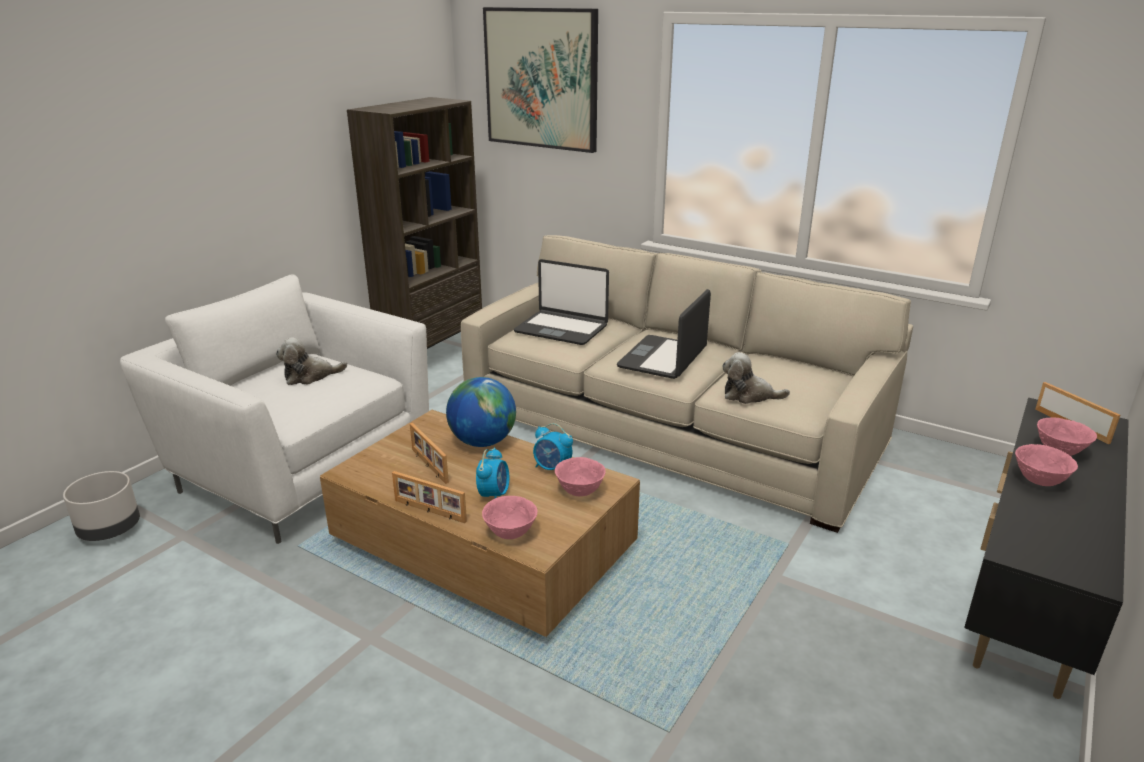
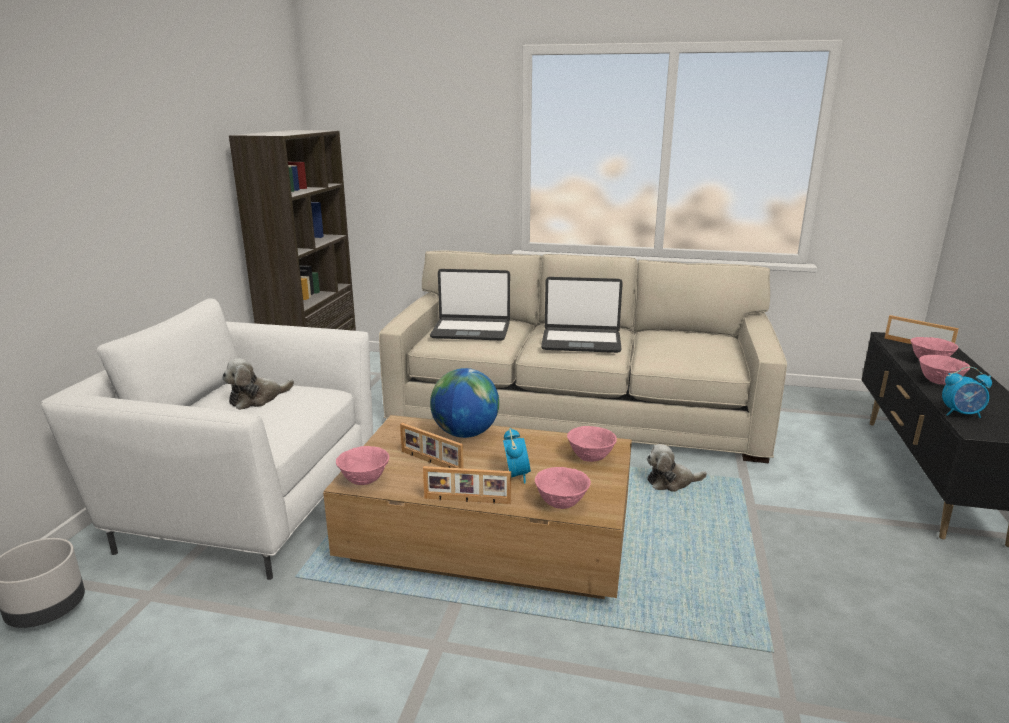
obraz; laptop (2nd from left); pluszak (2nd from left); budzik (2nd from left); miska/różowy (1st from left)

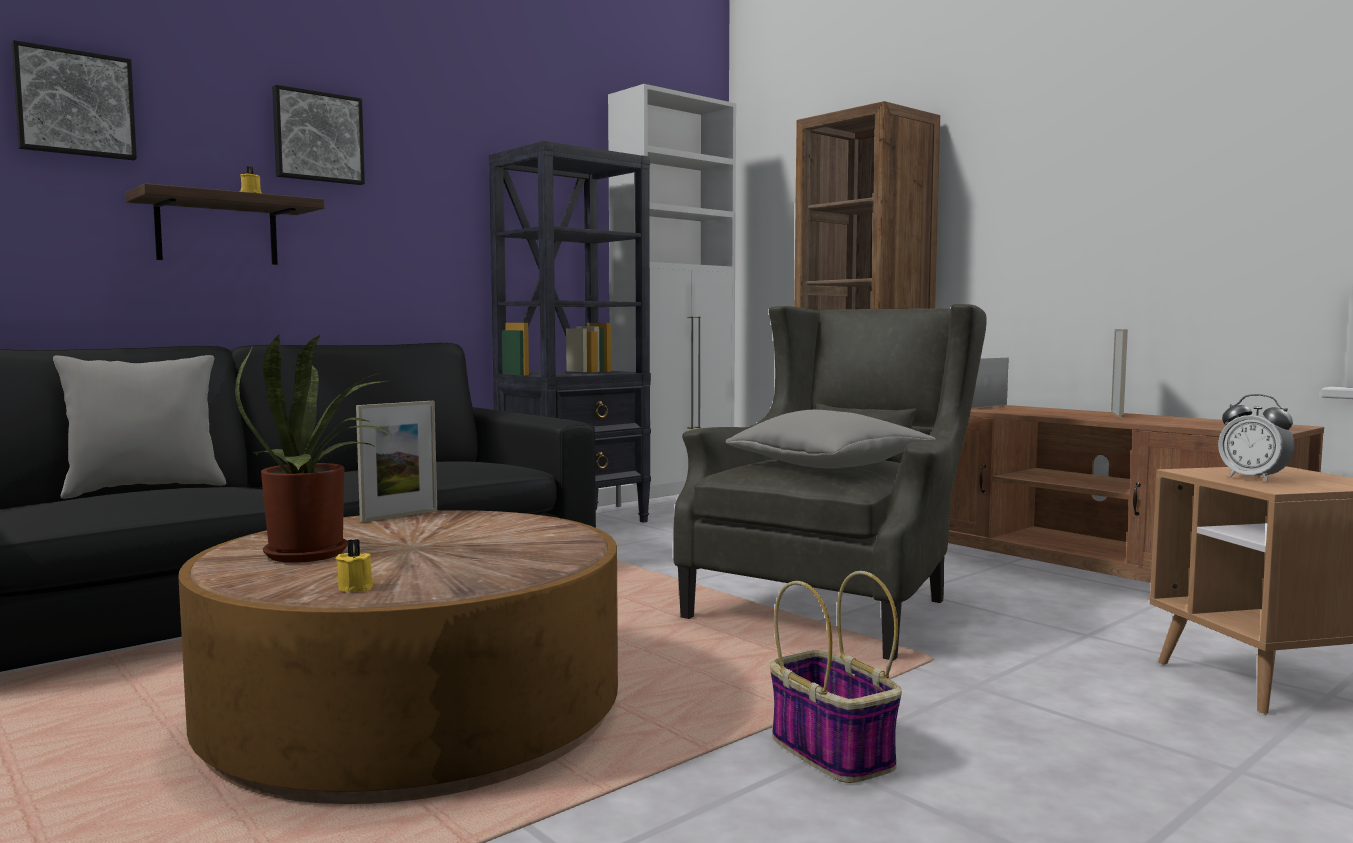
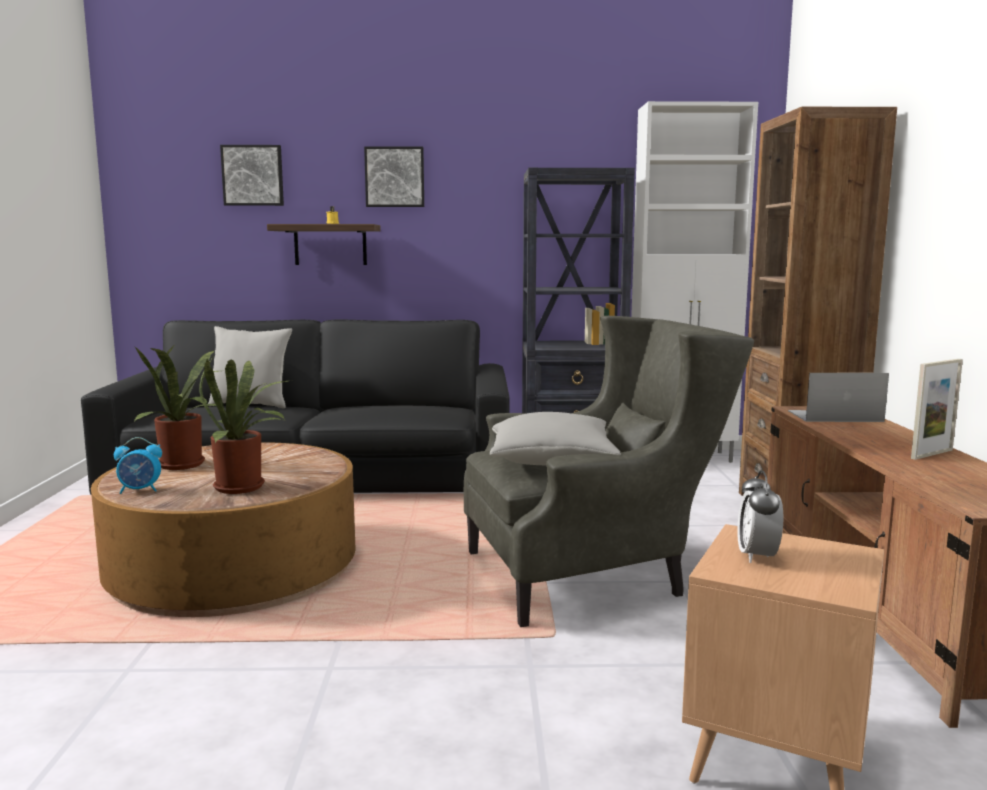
ramka na zdjęcie (1st from left in the first image); budzik (1st from left); koszyk; roślina doniczkowa (2nd from left)

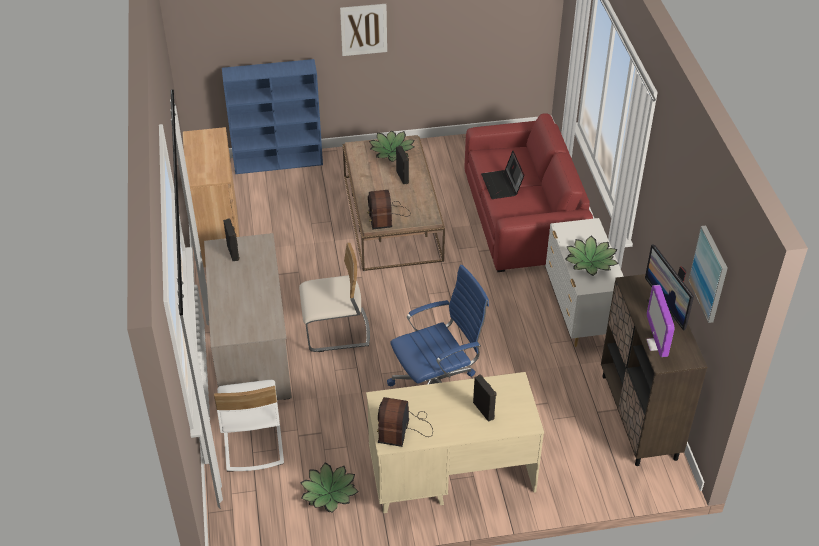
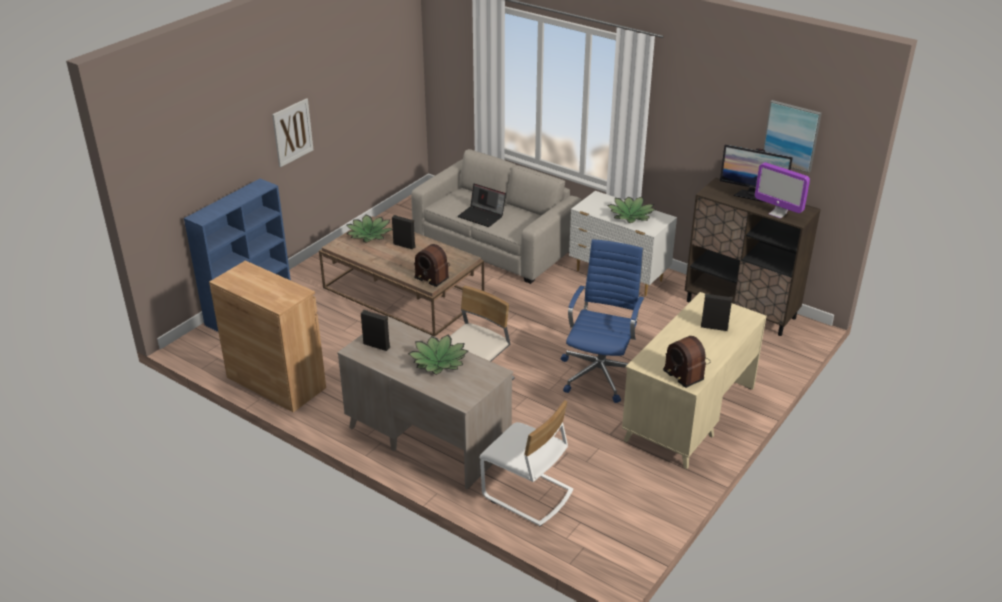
kanapa/beżowy; roślina doniczkowa (2nd from left)

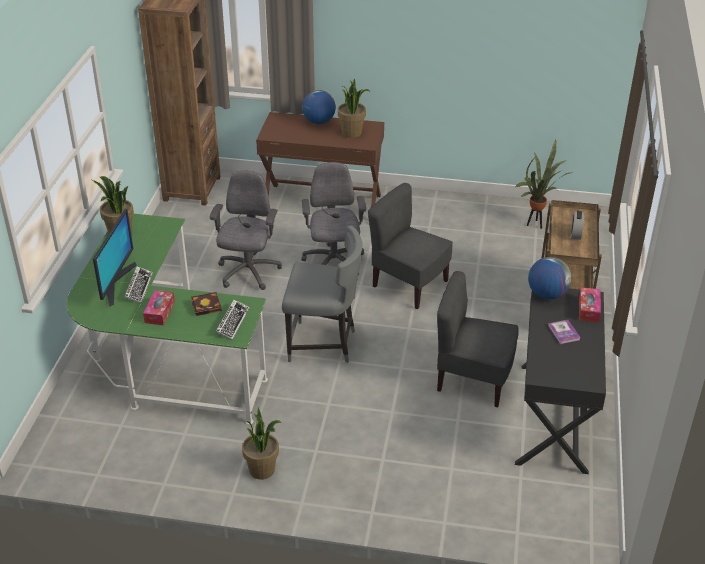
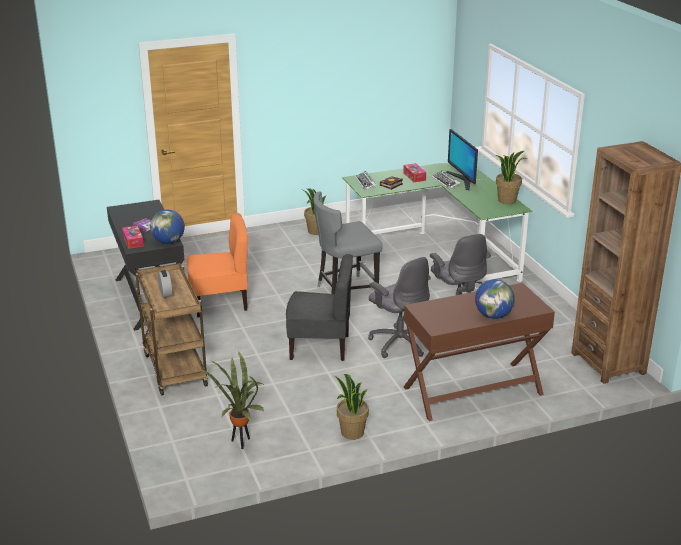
roślina doniczkowa (3rd from left); krzesło/pomarańczowy

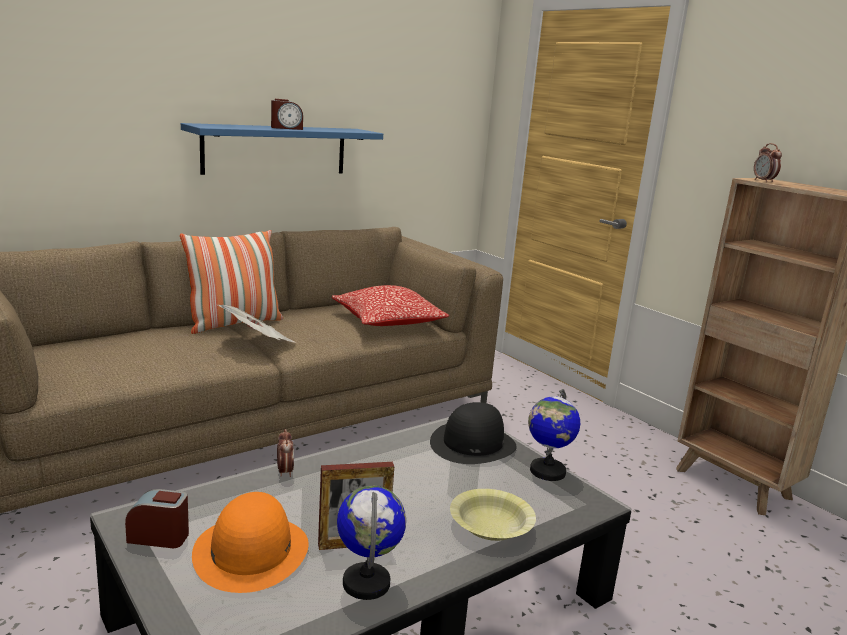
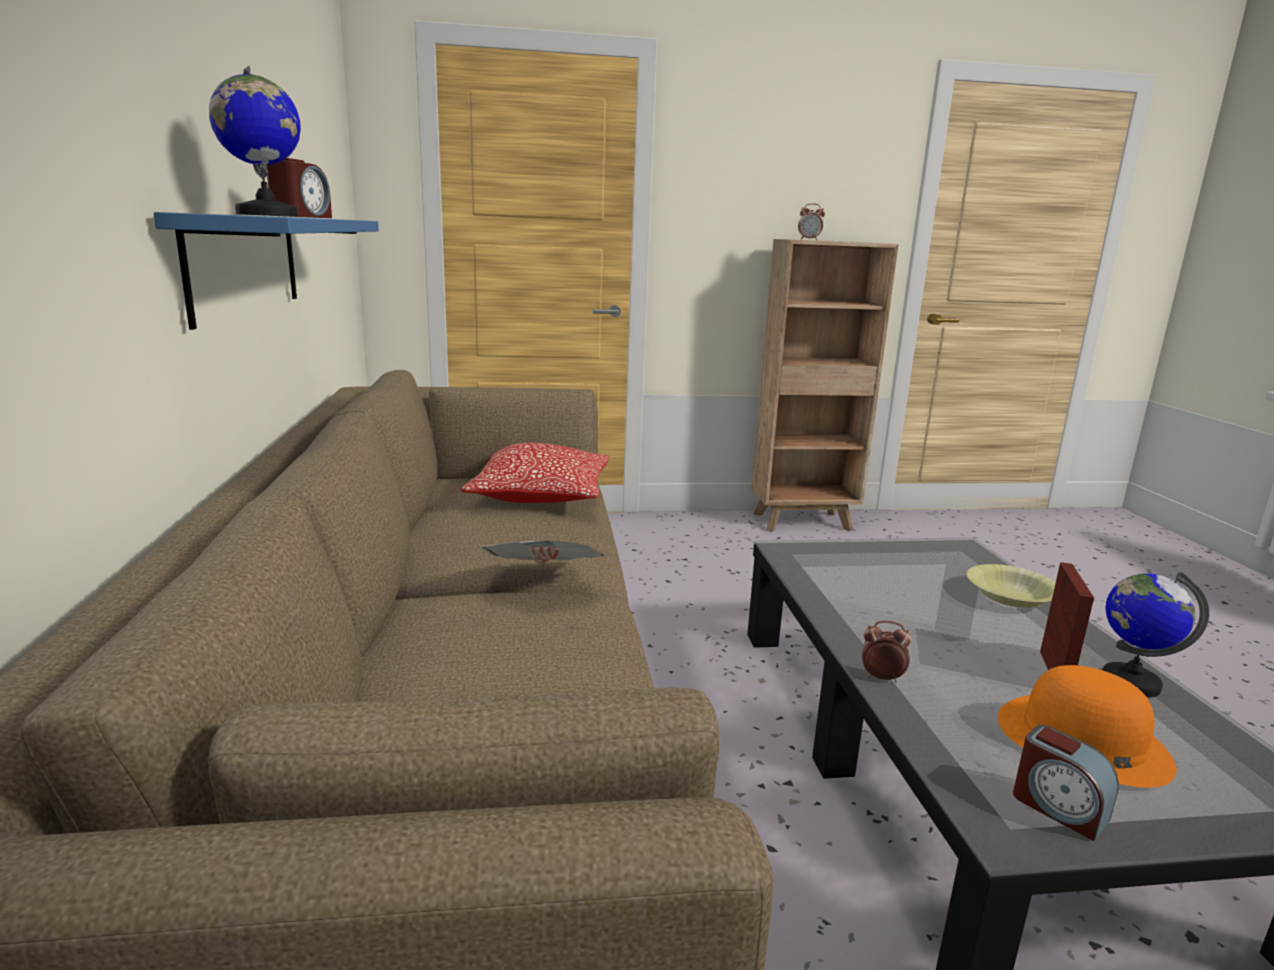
poduszka (1st from left in the first image); globus (1st from left); kapelusz/czarny; budzik (4th from left)

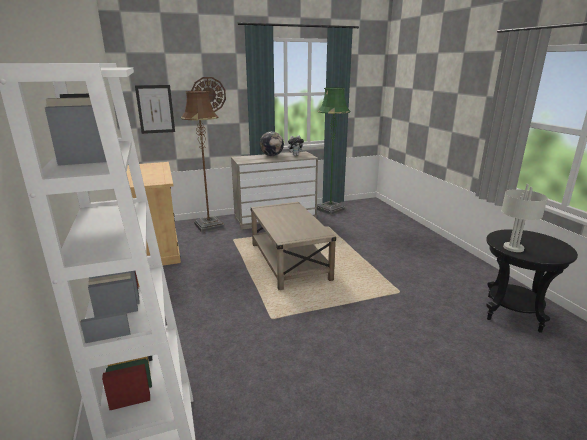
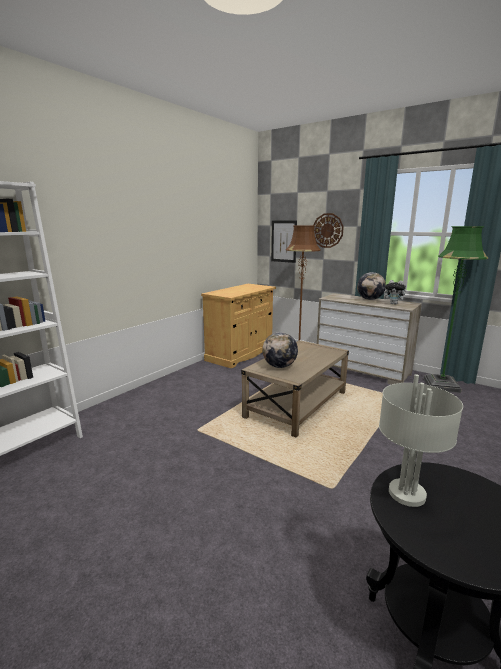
globus (1st from left)

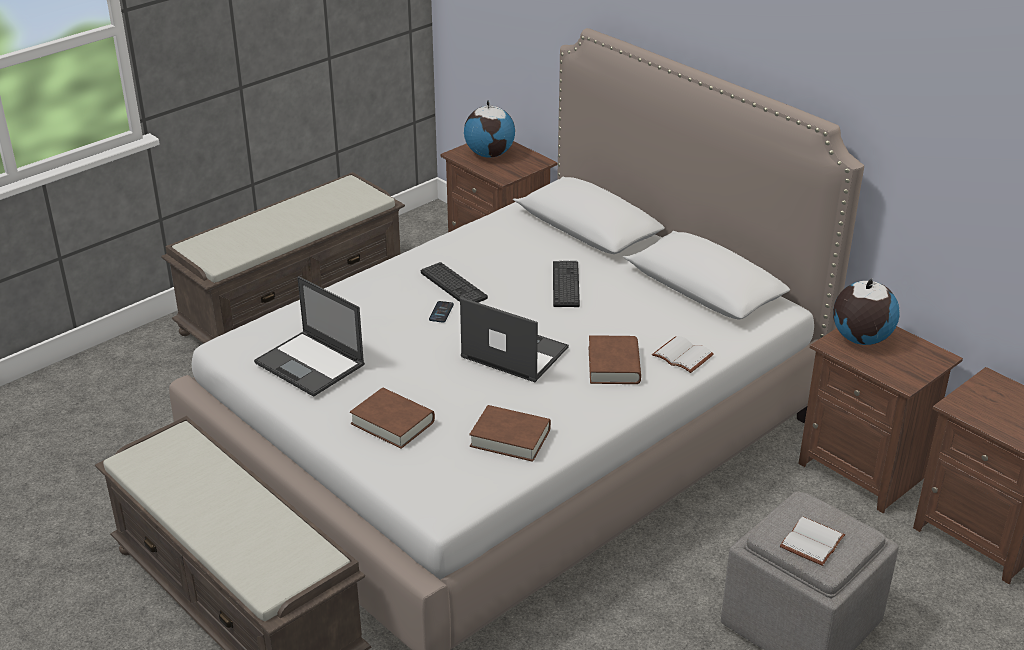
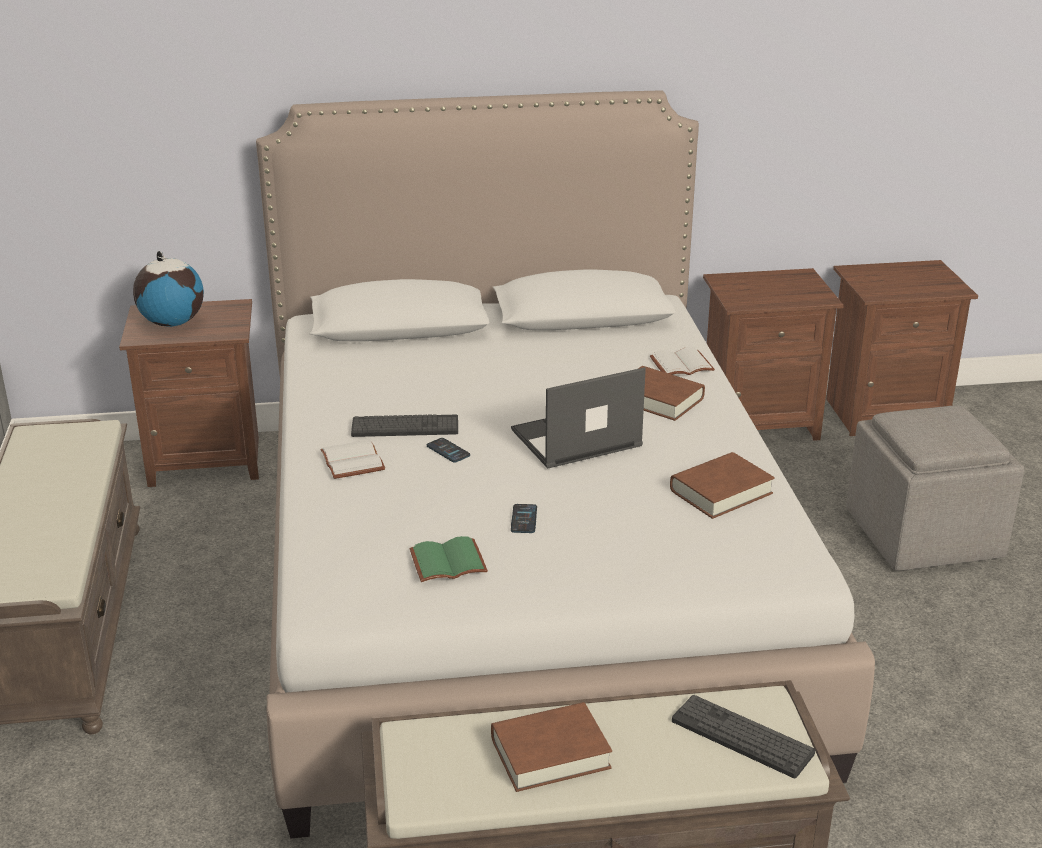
klawiatura (2nd from left); książka/zielony; globus (2nd from left in the first image); książka/brązowy (1st from left); książka/biały (1st from left); telefon (2nd from left)

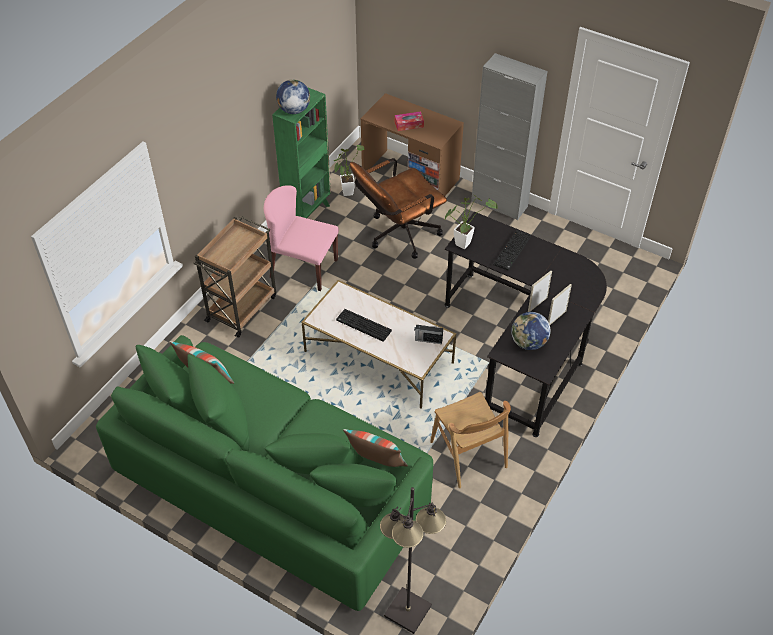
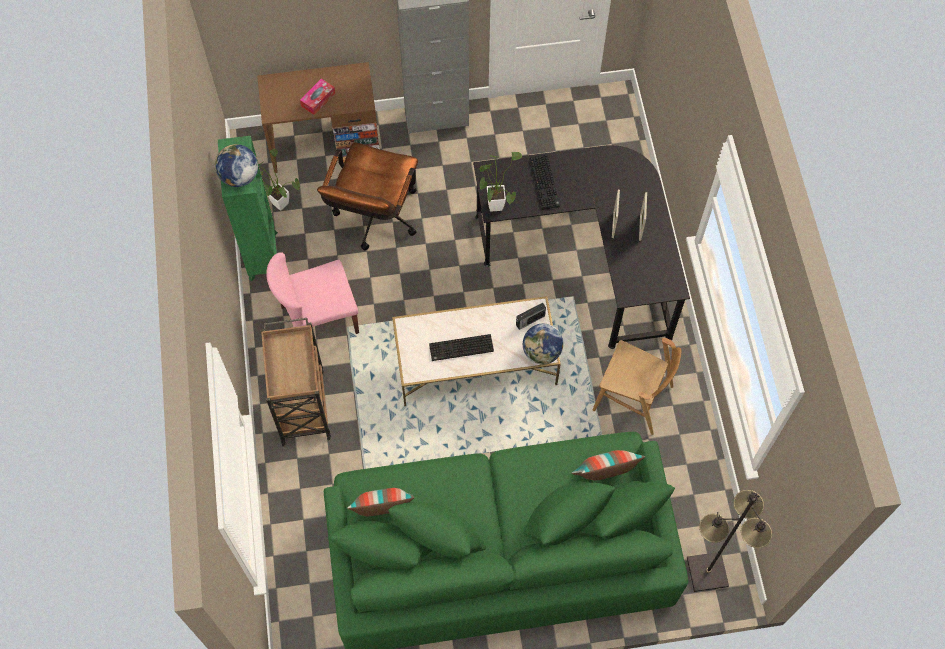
globus (2nd from left)

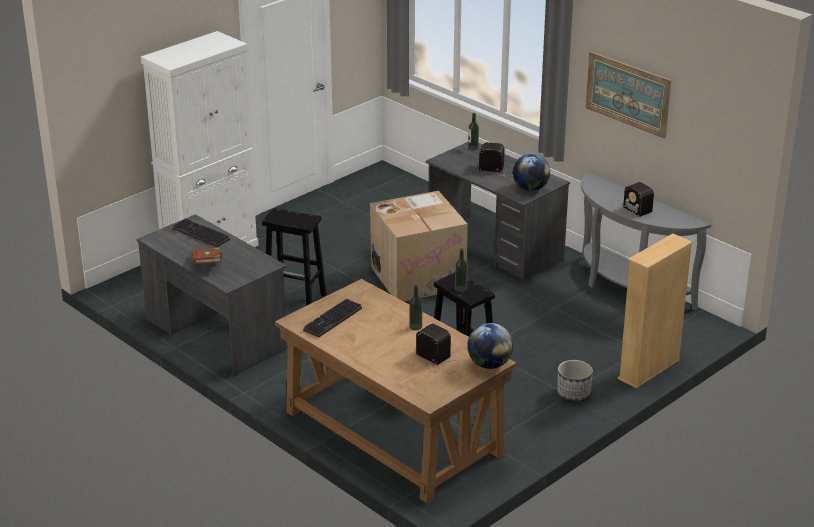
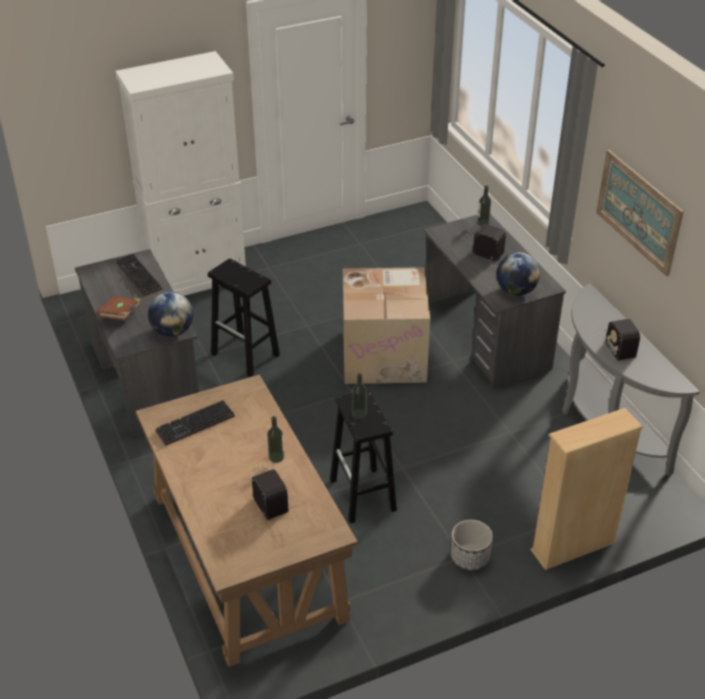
globus (1st from left)

